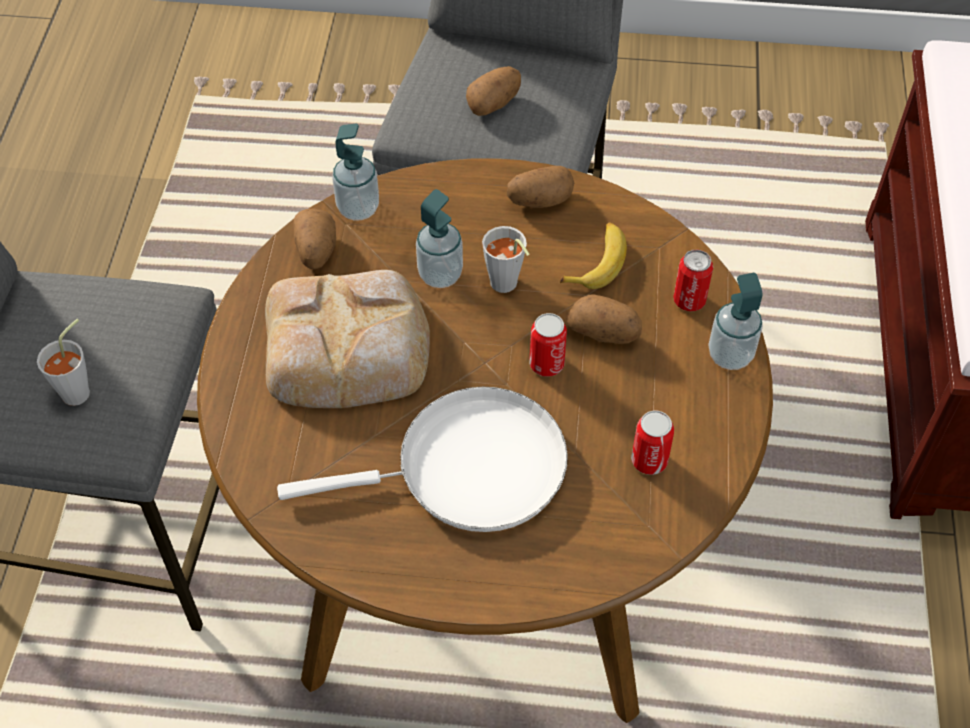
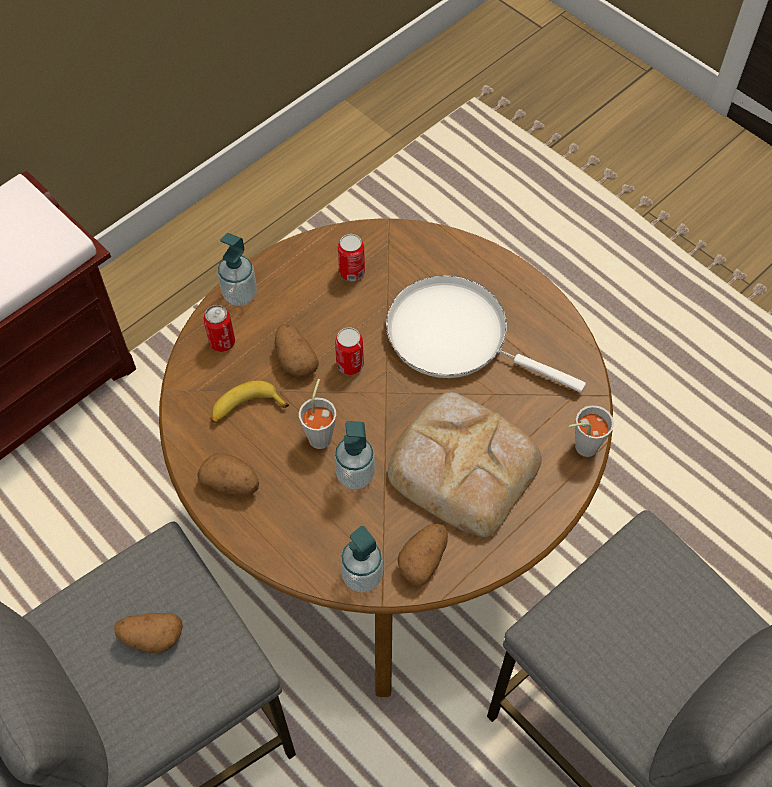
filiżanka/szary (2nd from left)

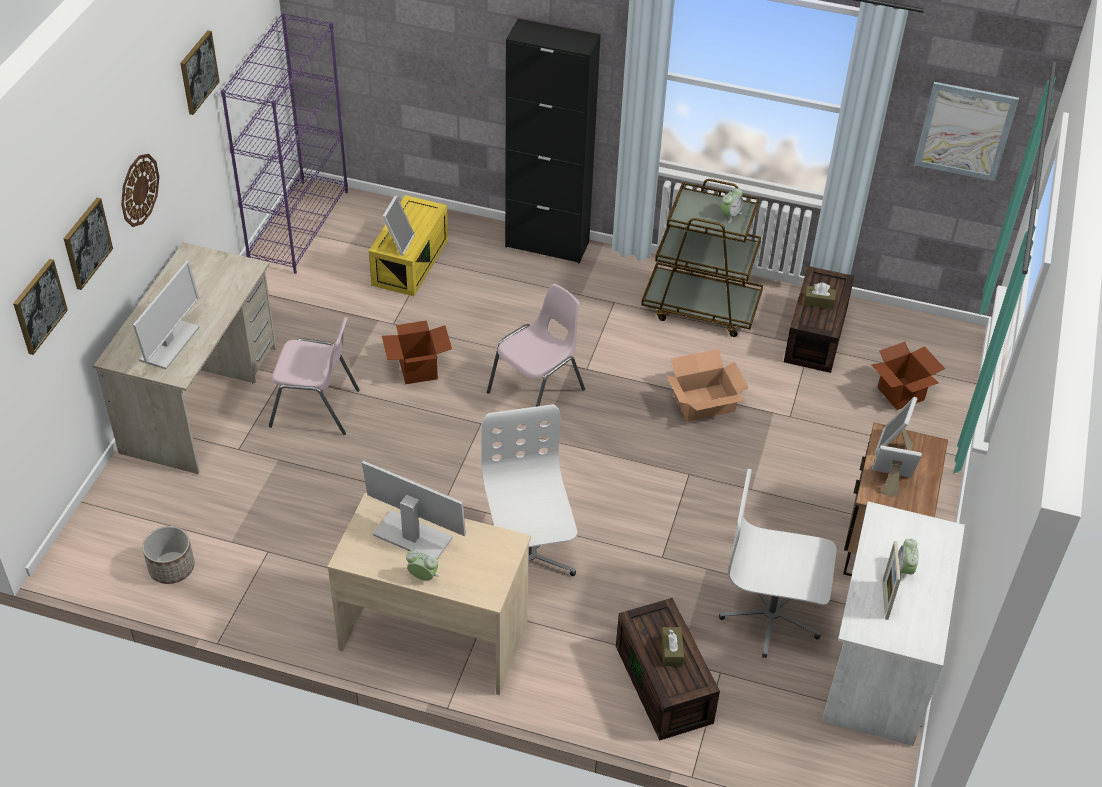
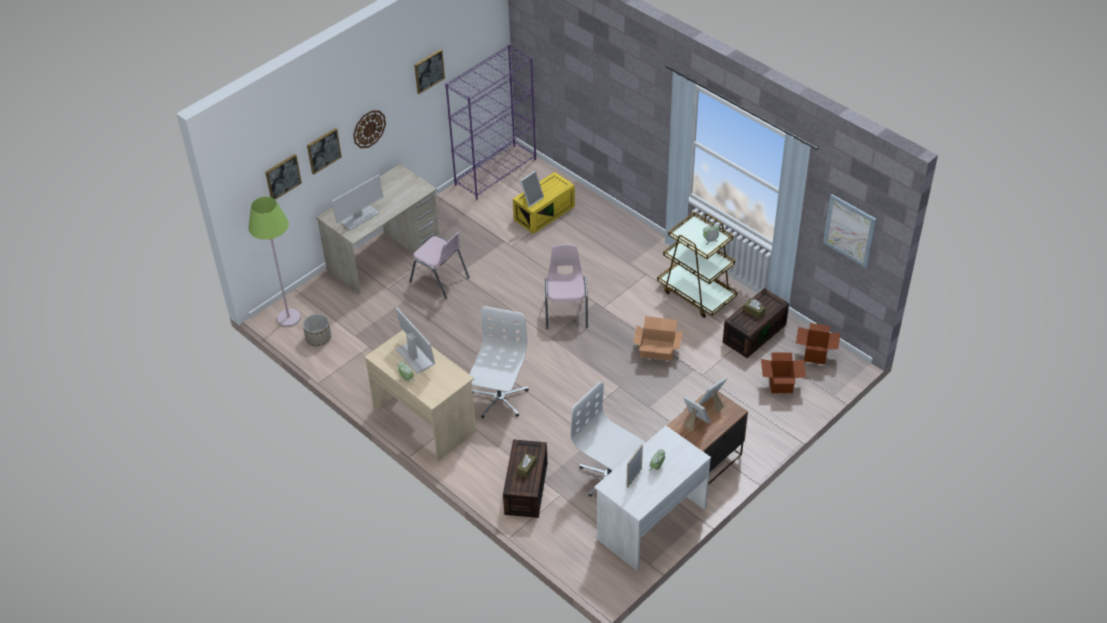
szafka/czarny; krzesło/różowy (2nd from left); karton (3rd from left); lampa stojąca/zielony

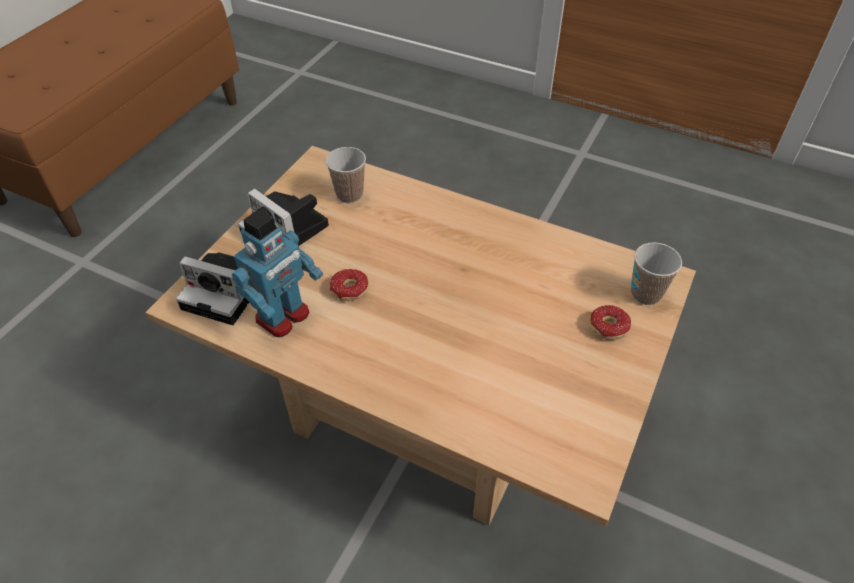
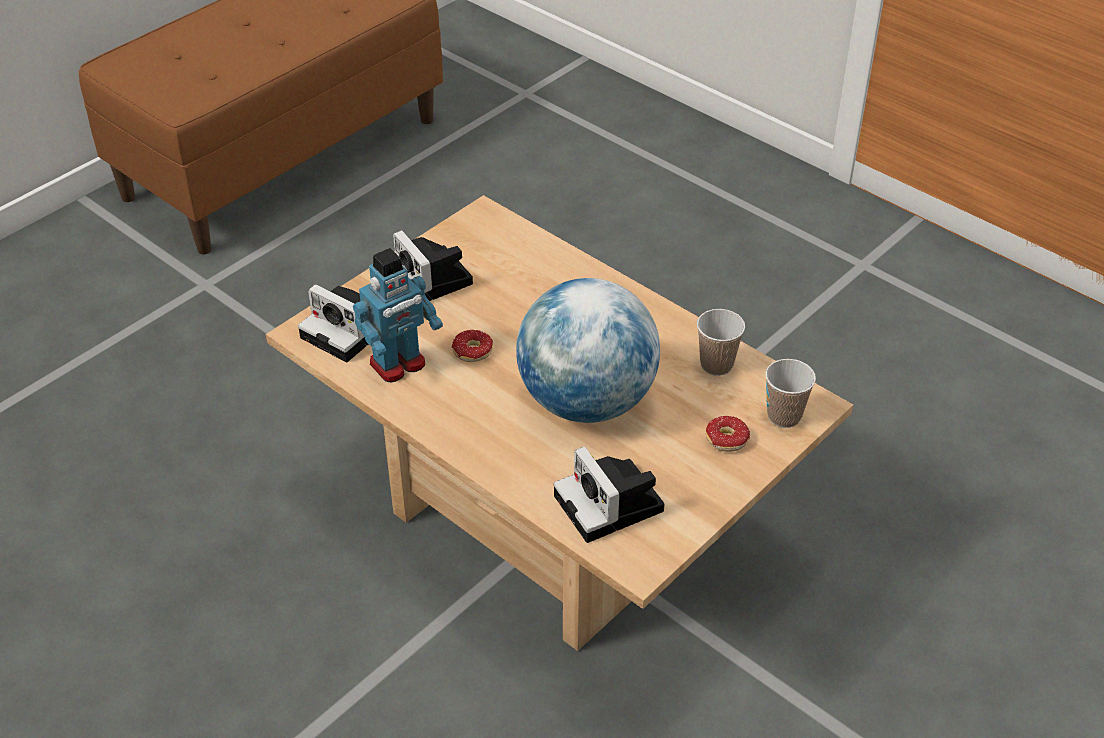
filiżanka (1st from left); globus; aparat fotograficzny (3rd from left)

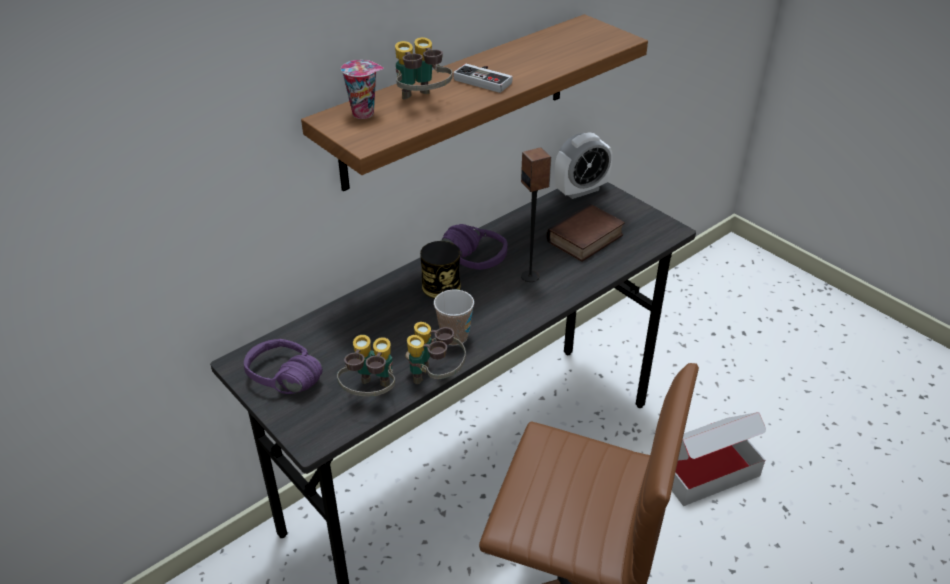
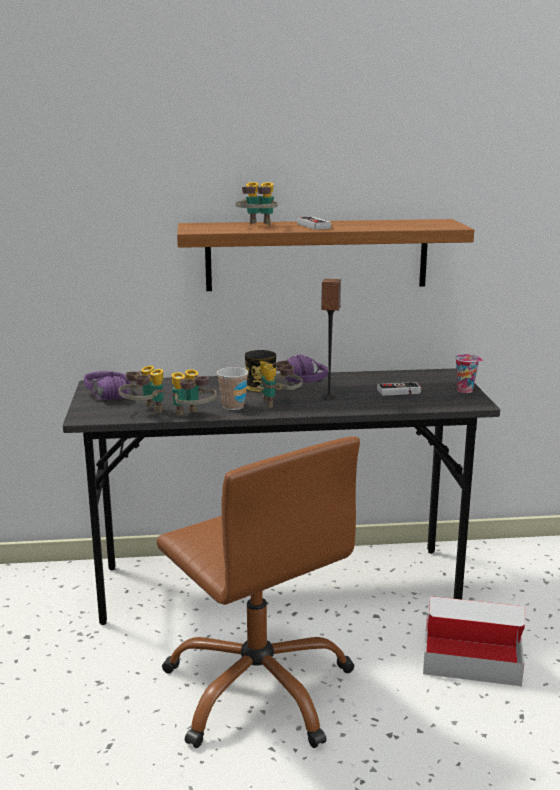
filiżanka (2nd from left); budzik; pad do gier (2nd from left); lornetka (4th from left)

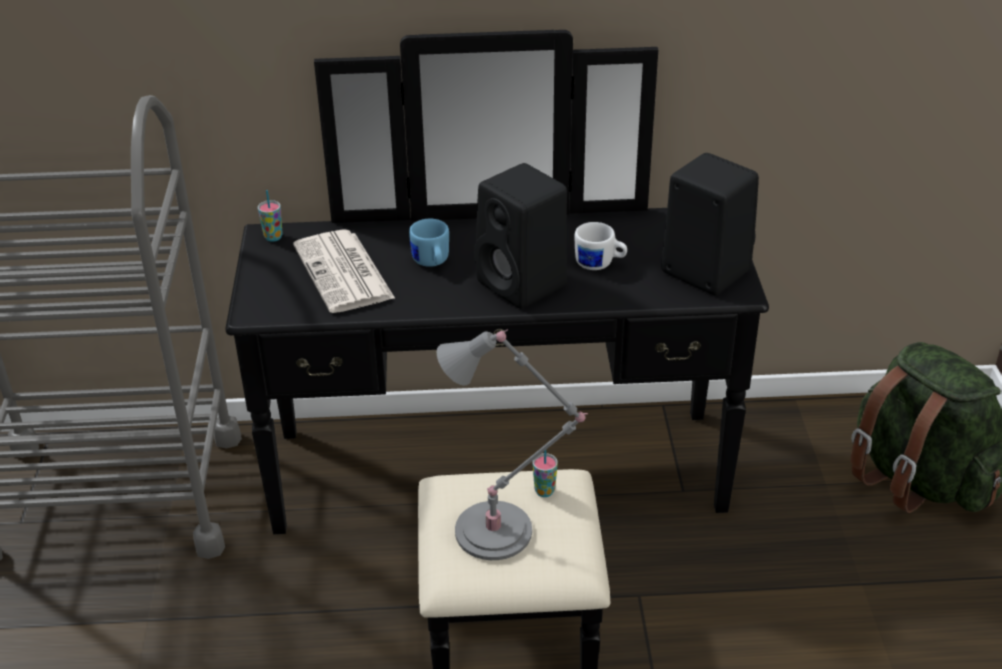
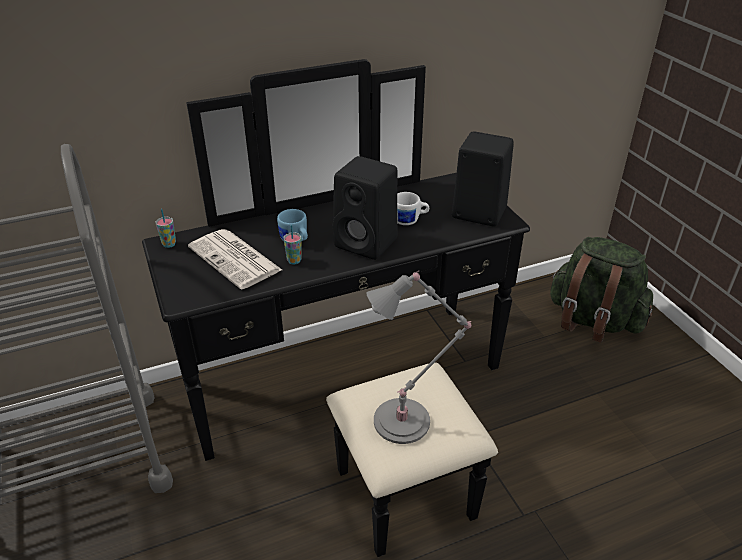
filiżanka (2nd from left)

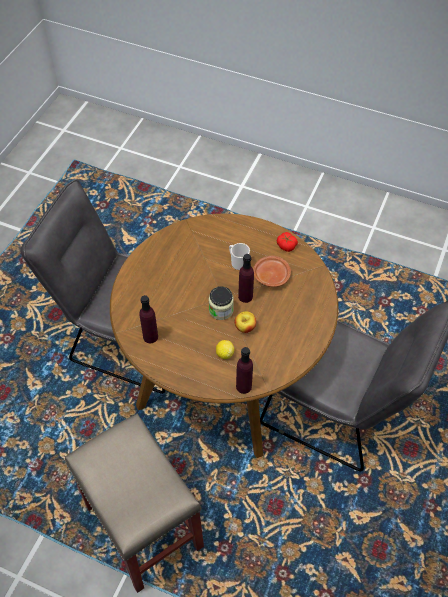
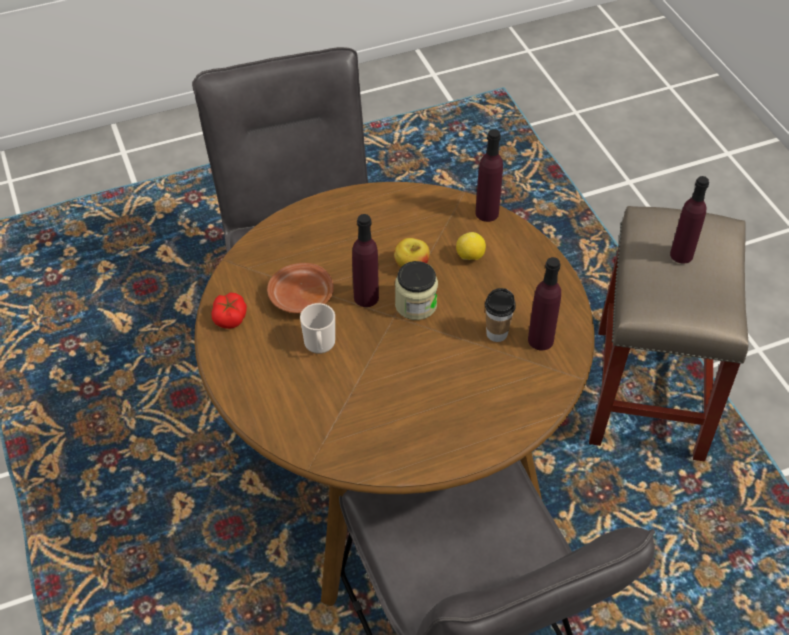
butelka/fioletowy (4th from left); filiżanka

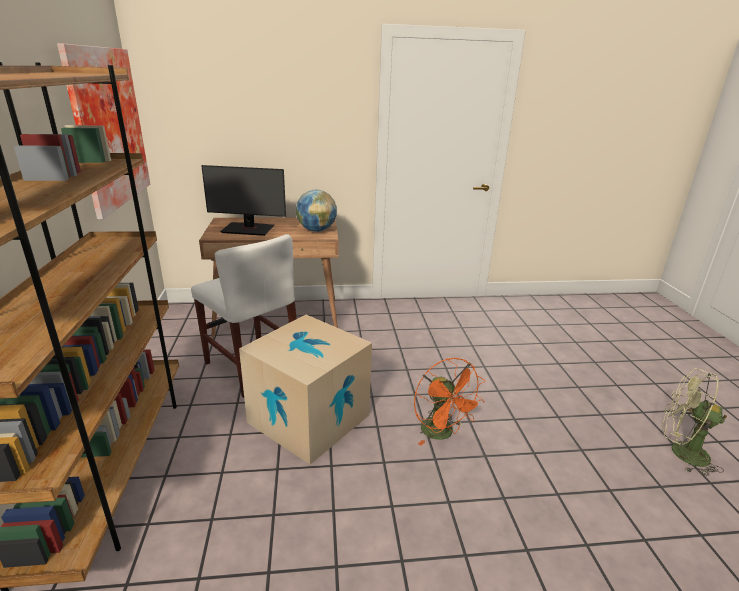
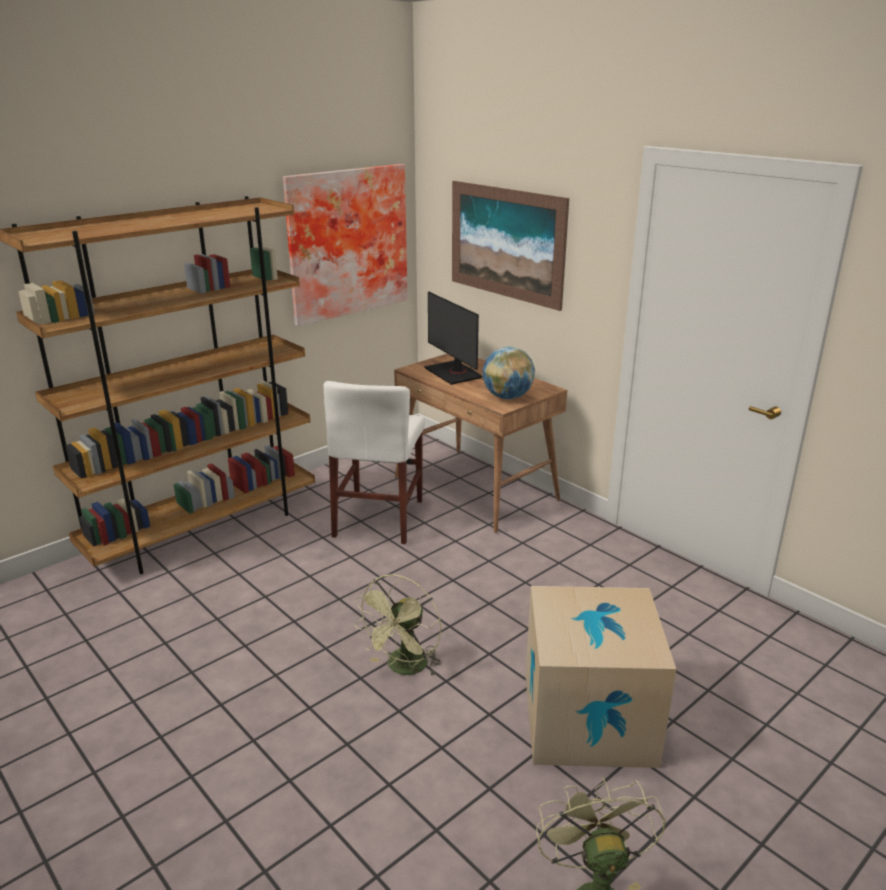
karton; wentylator/zielony (1st from left); obraz (2nd from left)

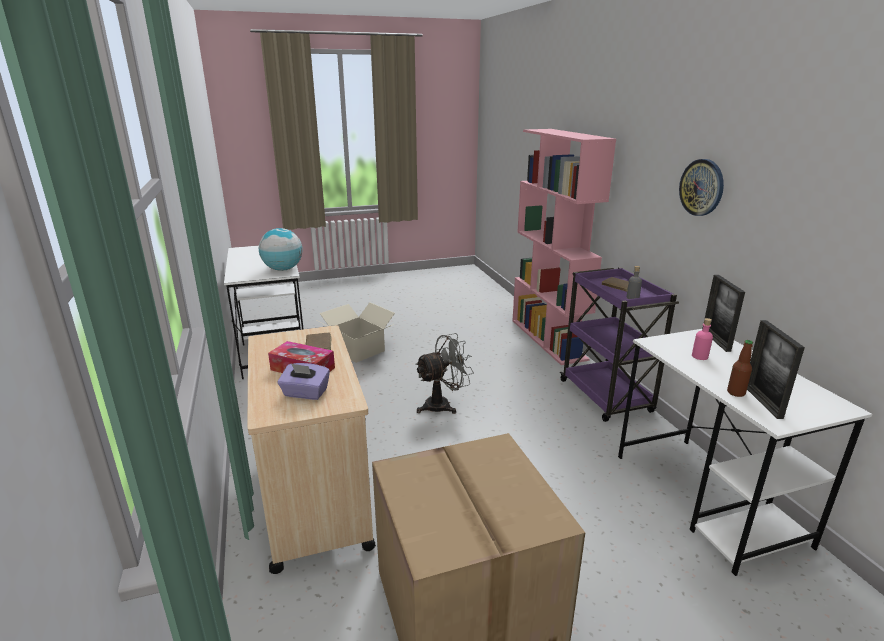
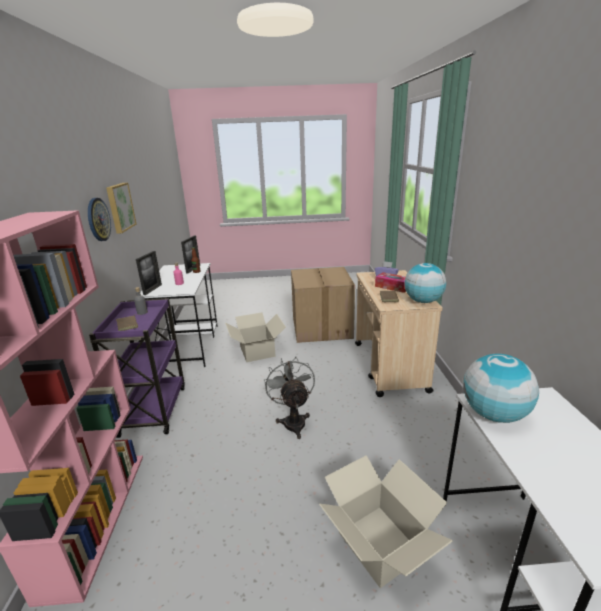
wentylator/szary; obraz; globus (1st from left); karton (1st from left)

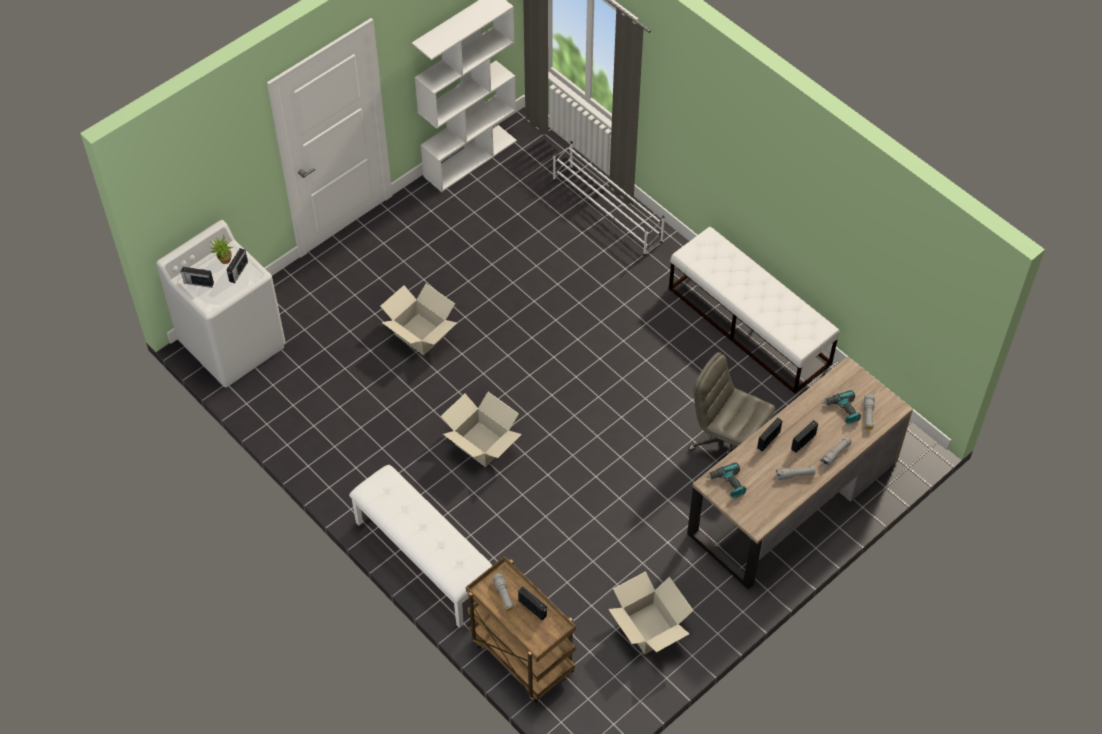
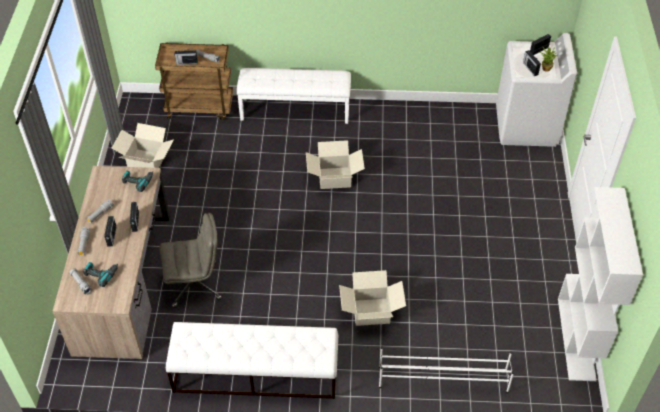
karton (3rd from left)

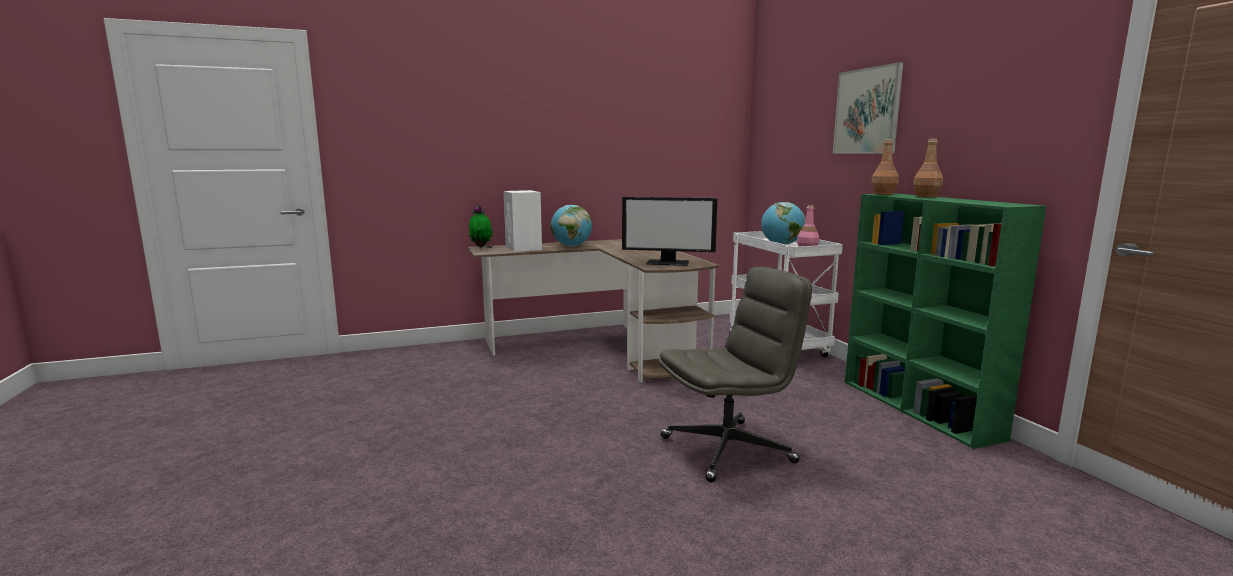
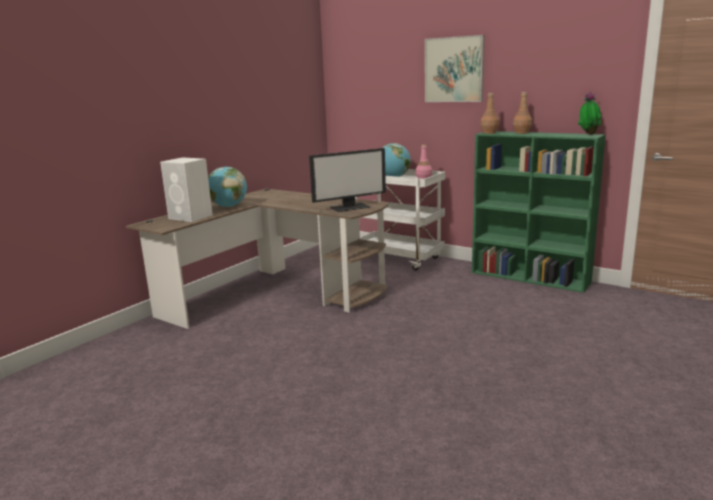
roślina doniczkowa; krzesło biurowe/szary

